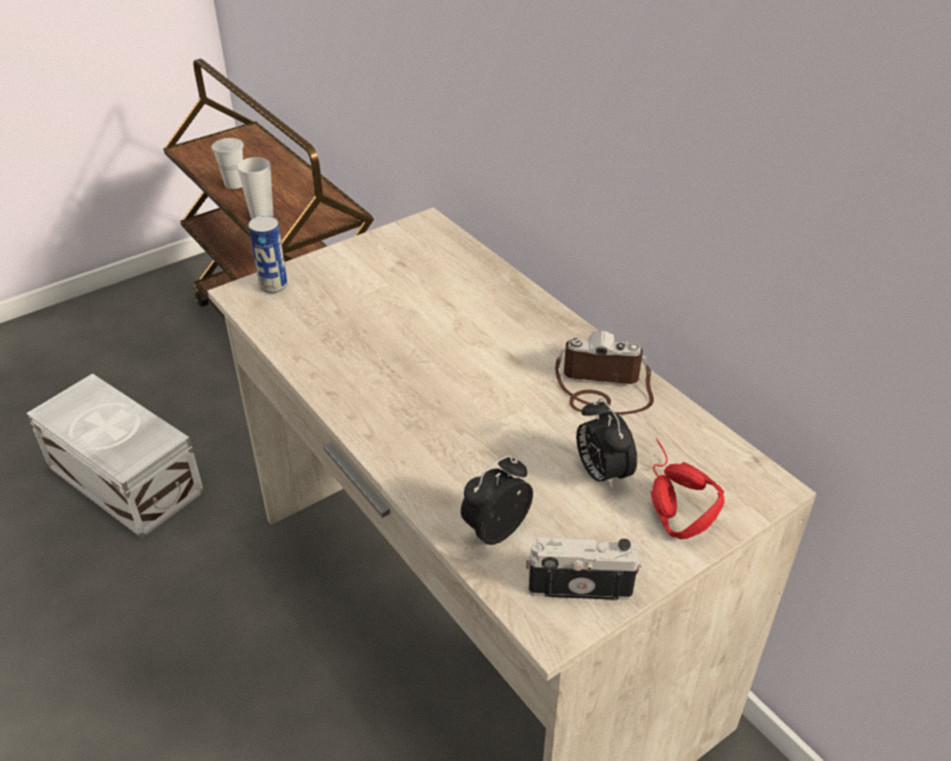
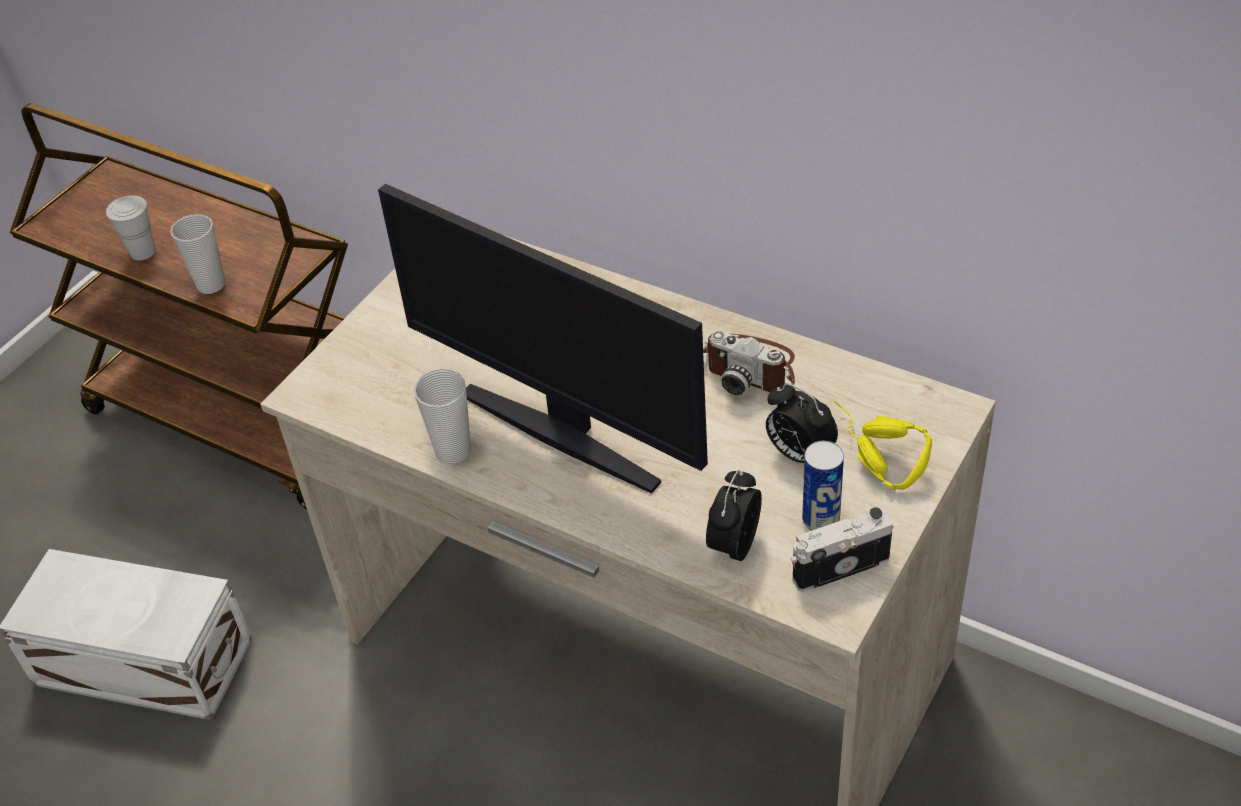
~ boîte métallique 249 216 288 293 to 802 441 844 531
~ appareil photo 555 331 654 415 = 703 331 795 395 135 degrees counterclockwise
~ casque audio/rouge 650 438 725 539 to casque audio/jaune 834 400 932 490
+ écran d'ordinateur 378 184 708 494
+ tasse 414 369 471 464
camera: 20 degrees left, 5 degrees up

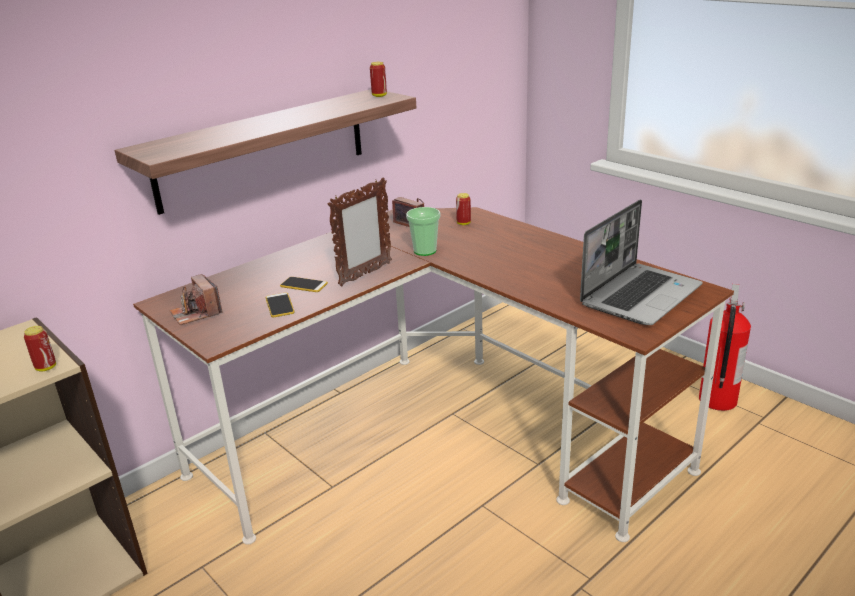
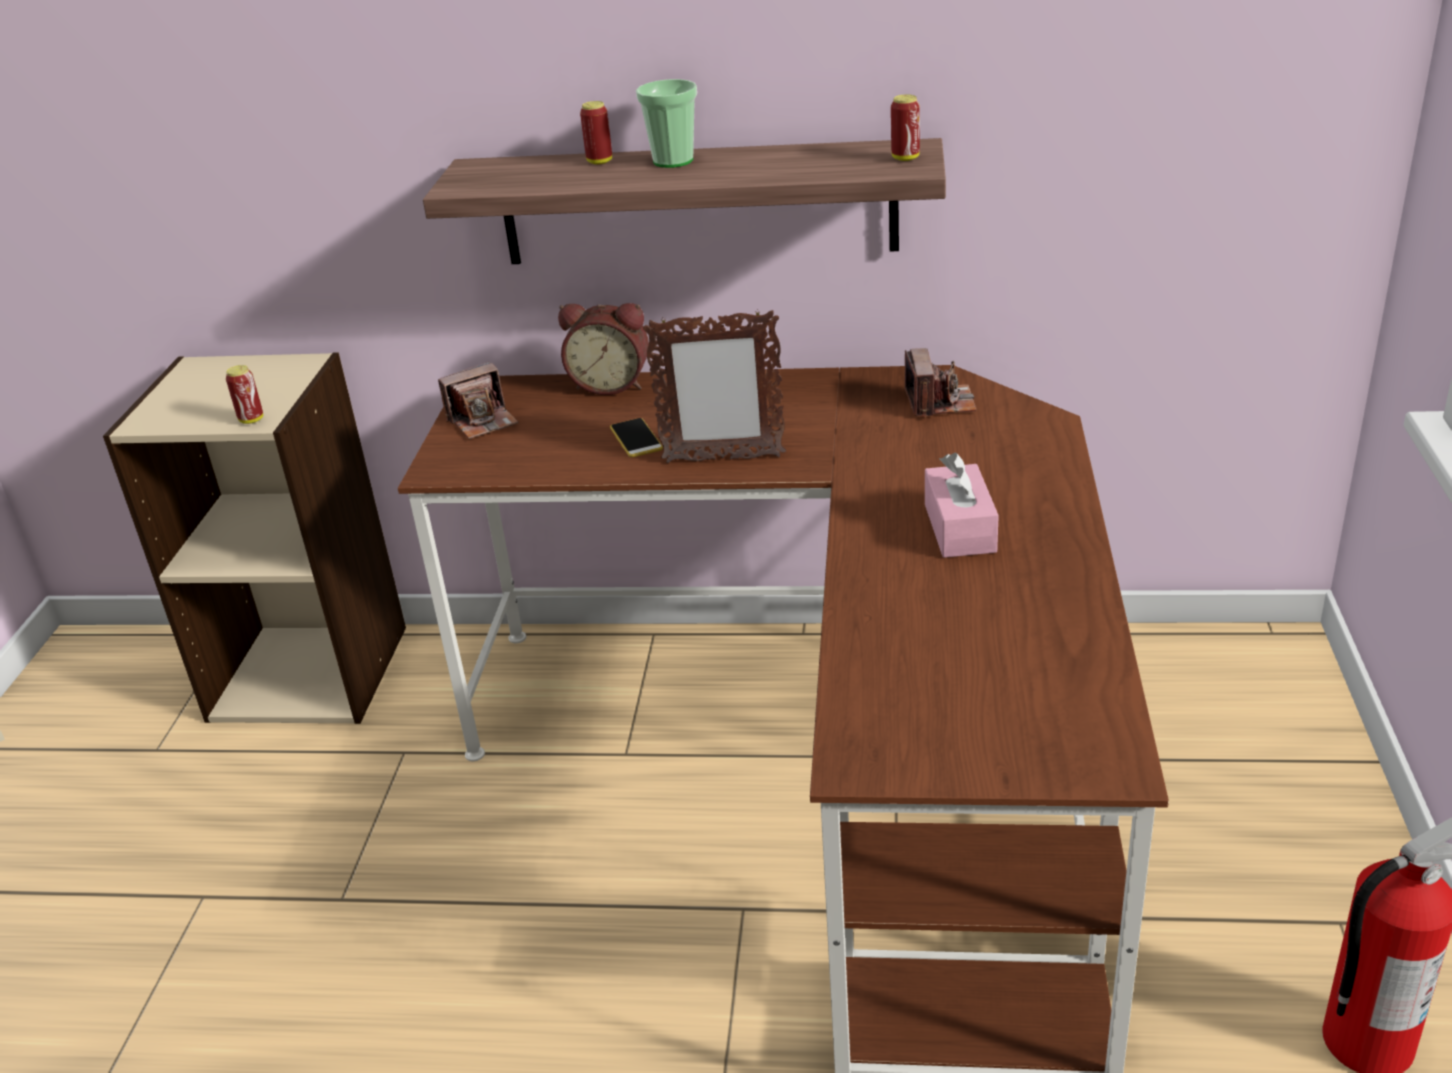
~ boîte métallique 456 193 471 225 to 580 101 612 165
- ordinateur portable 580 199 703 325
~ tasse 406 207 440 256 to 636 79 697 168
~ appareil photo 170 274 223 325 = 438 362 518 439 135 degrees counterclockwise
- téléphone 266 293 295 318
+ réveil 558 303 649 395
+ boîte à mouchoirs/rose 925 453 999 558
camera: 50 degrees right, 5 degrees up

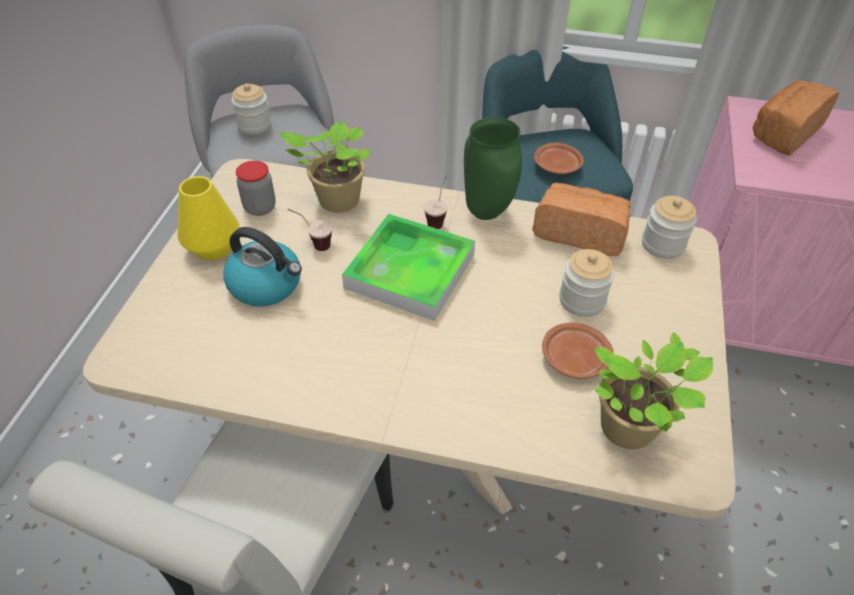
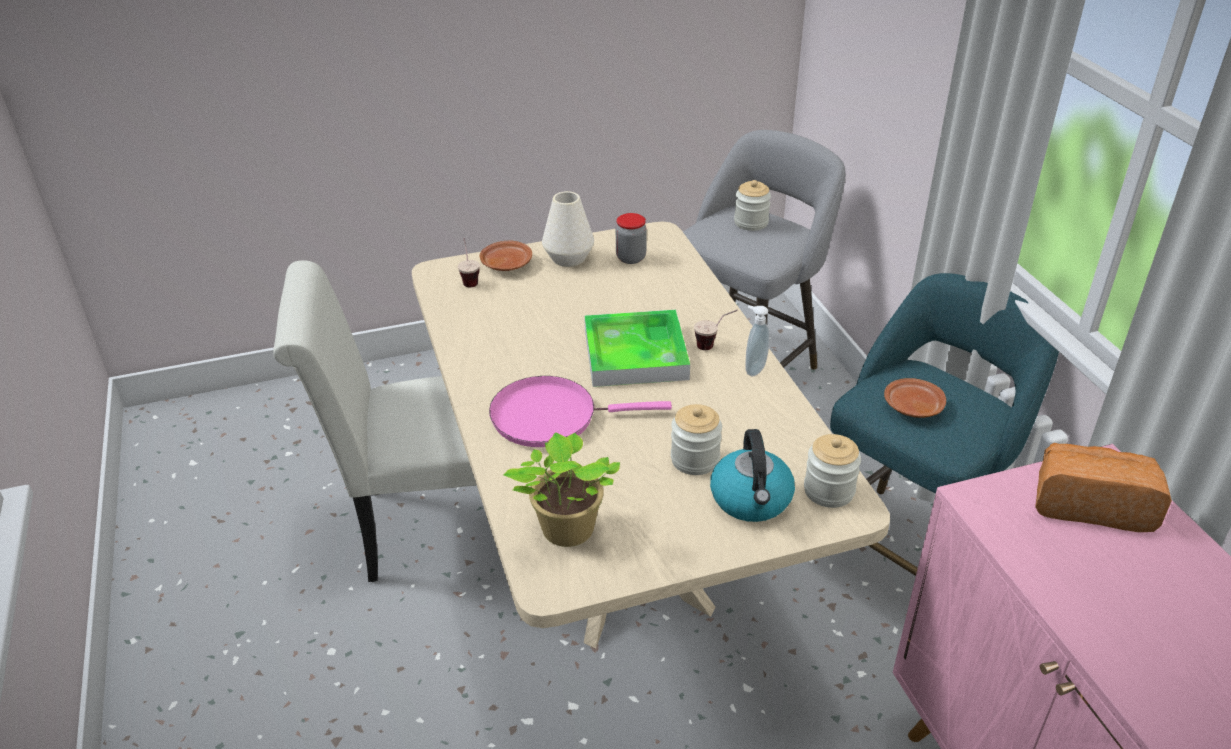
~ vase/vert 464 117 522 220 to distributeur de savon 745 305 770 376
- plante en pot 279 121 370 213
~ vase/jaune 177 176 240 261 to vase/blanc 542 191 594 267
- pain 532 182 631 256
~ tasse 288 208 332 251 to 458 238 480 287
~ bouilloire 223 227 302 307 to 710 429 795 522
~ assiette/marron 542 322 614 379 to 480 241 532 271
+ poêle/rose 489 376 672 447
camera: 60 degrees right, 10 degrees down

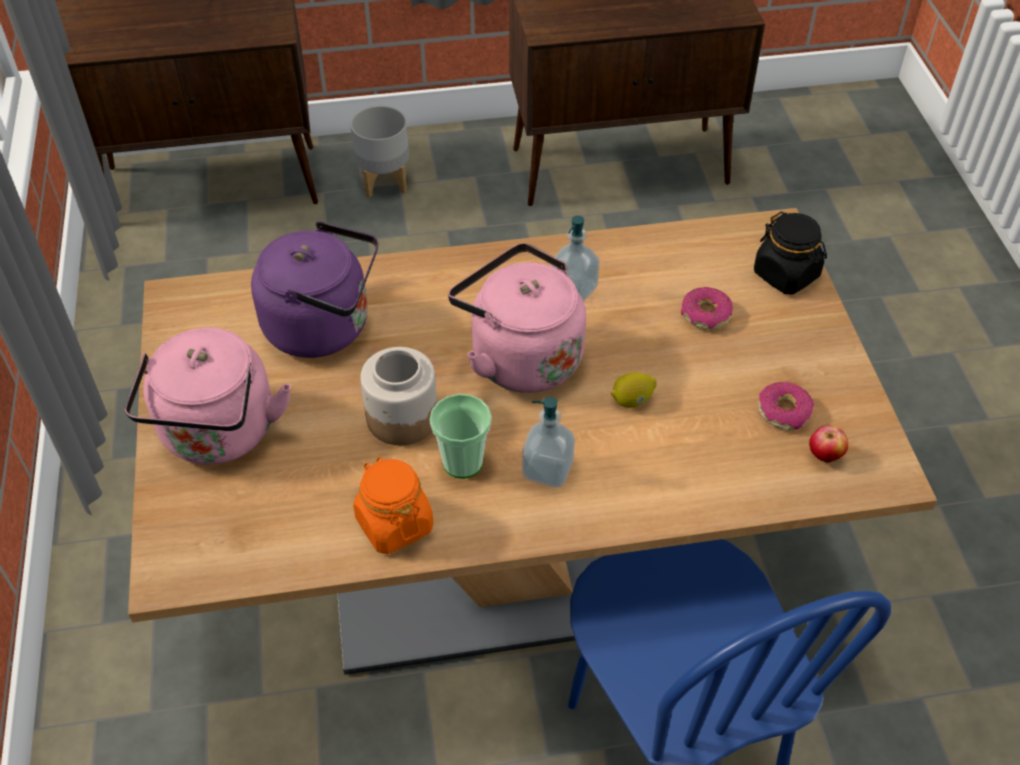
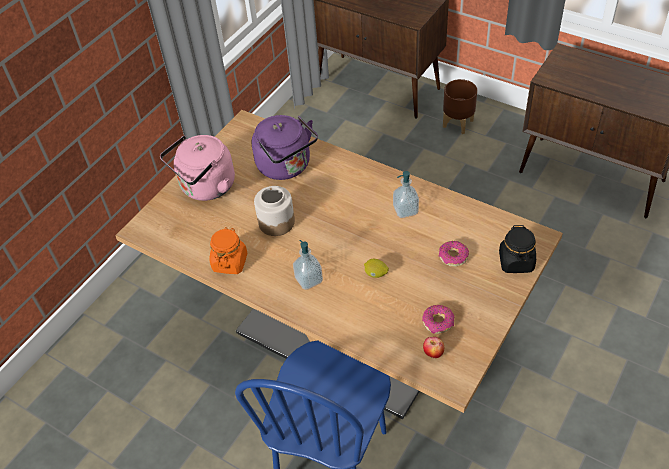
~ cache-pot/gris 350 105 409 198 to cache-pot/marron 443 79 477 134
- bouilloire/rose 448 243 586 393
- tasse 430 394 492 479
camera: 45 degrees right, 0 degrees up

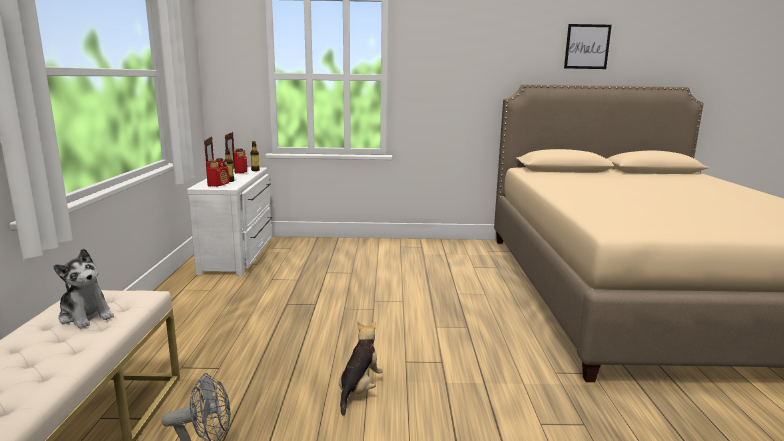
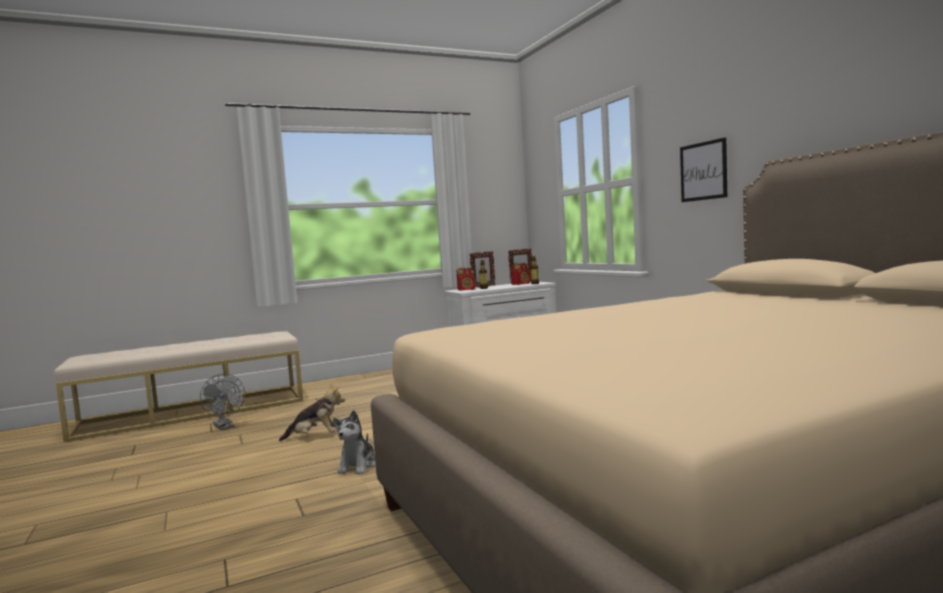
~ tableau 564 24 612 69 to 680 137 727 202
~ peluche 53 248 114 329 to 333 410 376 474
camera: 65 degrees right, 10 degrees down

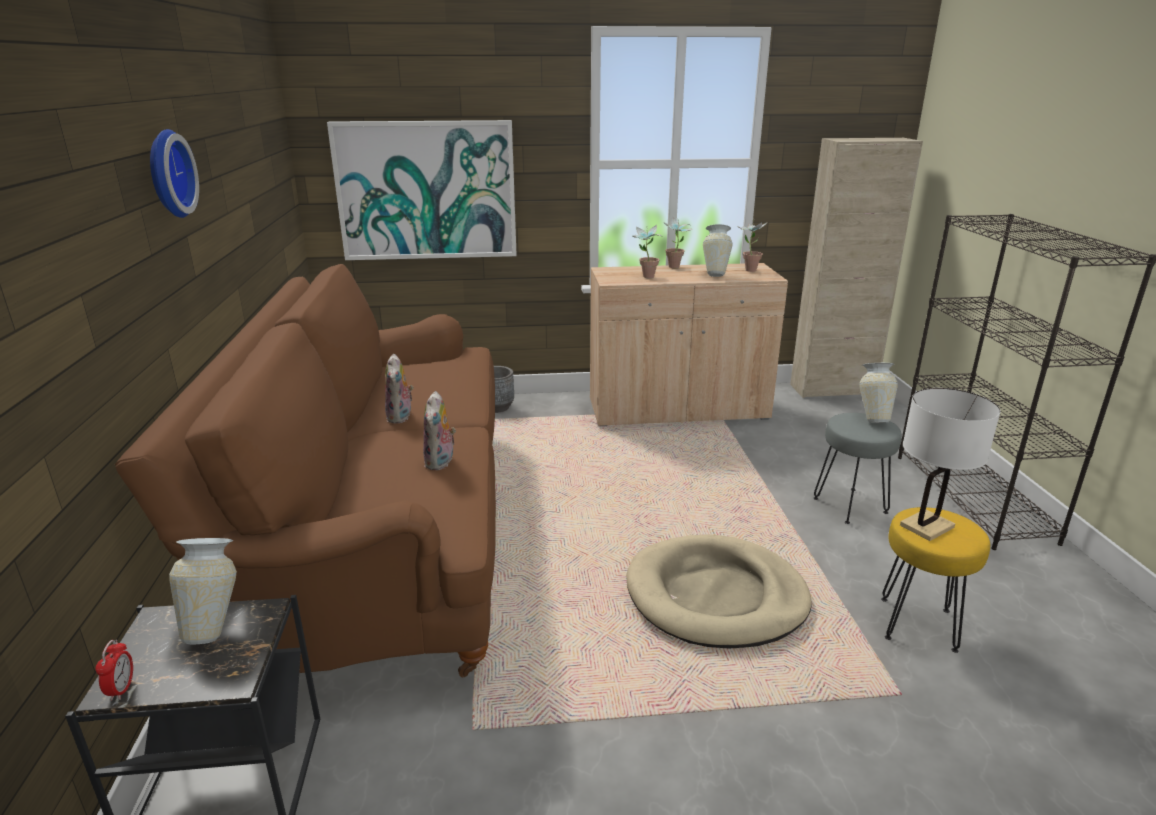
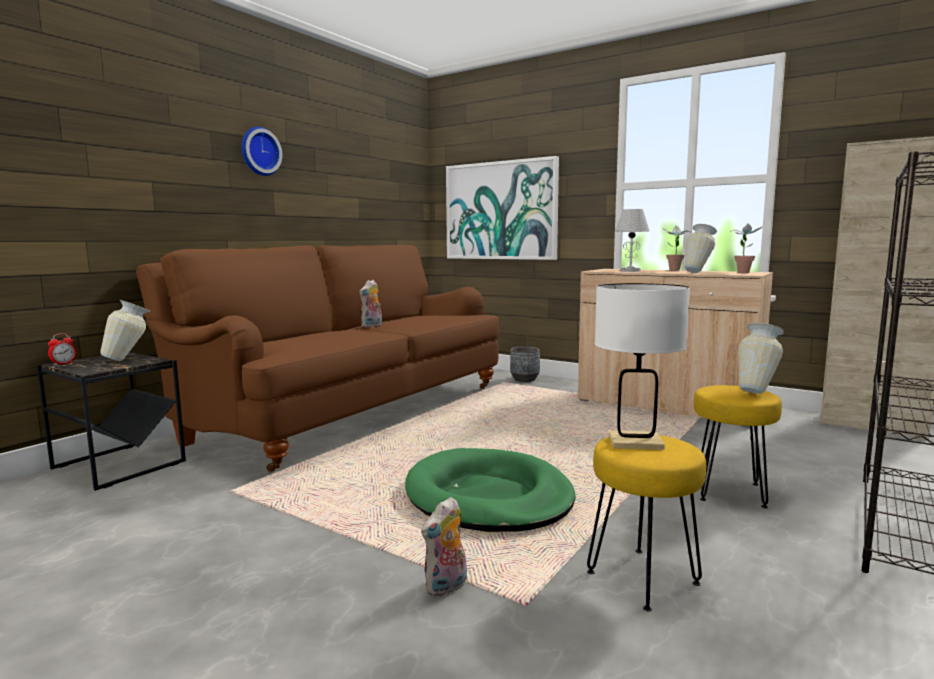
~ plante en pot 632 224 661 278 to lampe de table/blanc 615 209 650 272
~ peluche 423 391 456 470 to 421 497 467 597
~ tabouret/gris 814 413 902 524 to tabouret/jaune 694 385 782 508
~ panier pour chien/beige 626 534 812 649 to panier pour chien/vert 405 448 575 532
camera: 40 degrees right, 15 degrees down

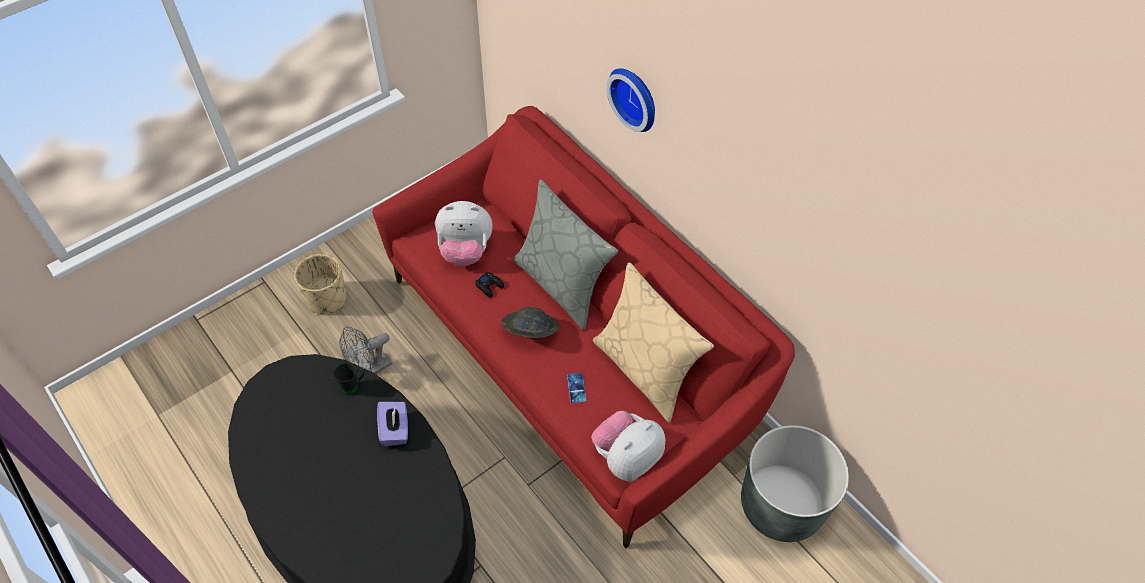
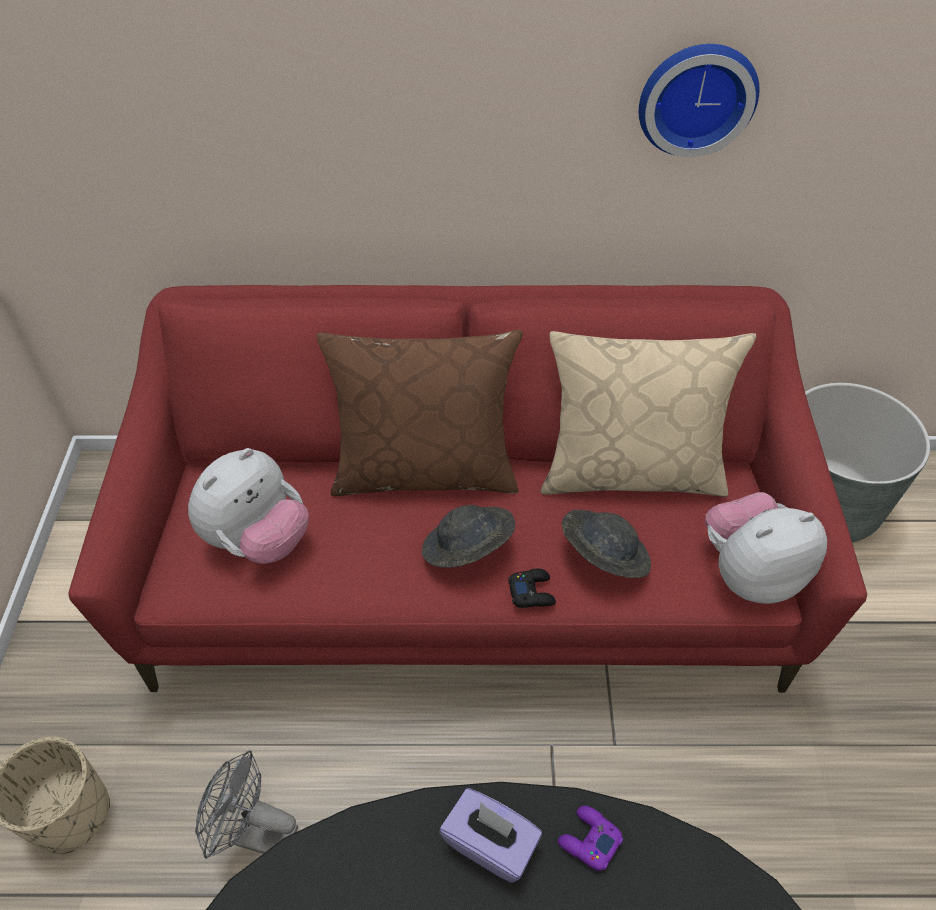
~ horloge murale 606 68 655 132 to 639 44 760 157
~ coussin/gris 513 179 618 330 to coussin/marron 316 330 523 496
~ manette/noir 475 272 504 298 to 508 569 556 608
~ ventilateur/gris 339 326 392 374 = 195 750 298 859 105 degrees clockwise
- mug/noir 334 363 365 395
~ téléphone 567 373 586 403 to chapeau/gris 562 510 651 578
~ peluche 591 411 665 482 = 705 492 827 604 75 degrees clockwise
+ manette/violet 558 806 623 871
camera: 50 degrees left, 5 degrees down

